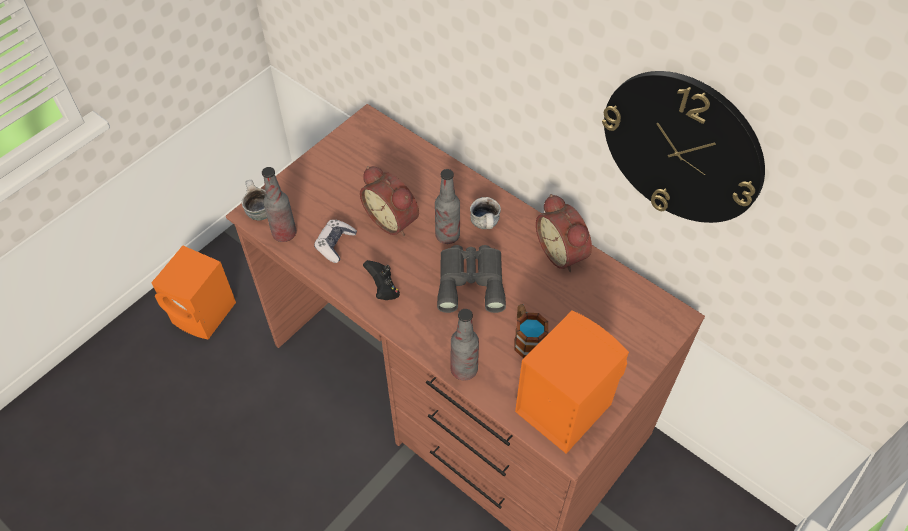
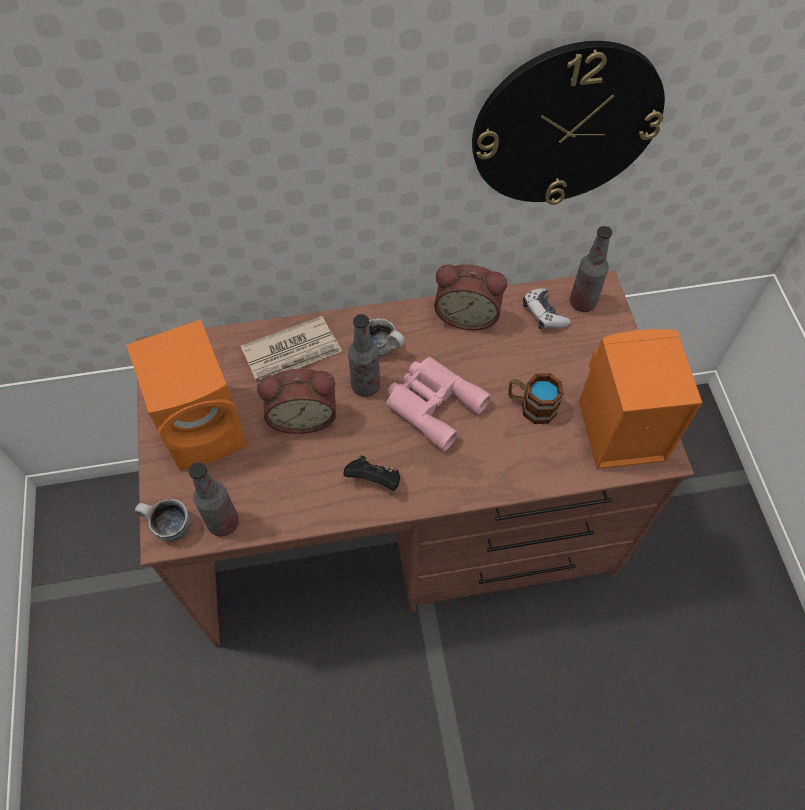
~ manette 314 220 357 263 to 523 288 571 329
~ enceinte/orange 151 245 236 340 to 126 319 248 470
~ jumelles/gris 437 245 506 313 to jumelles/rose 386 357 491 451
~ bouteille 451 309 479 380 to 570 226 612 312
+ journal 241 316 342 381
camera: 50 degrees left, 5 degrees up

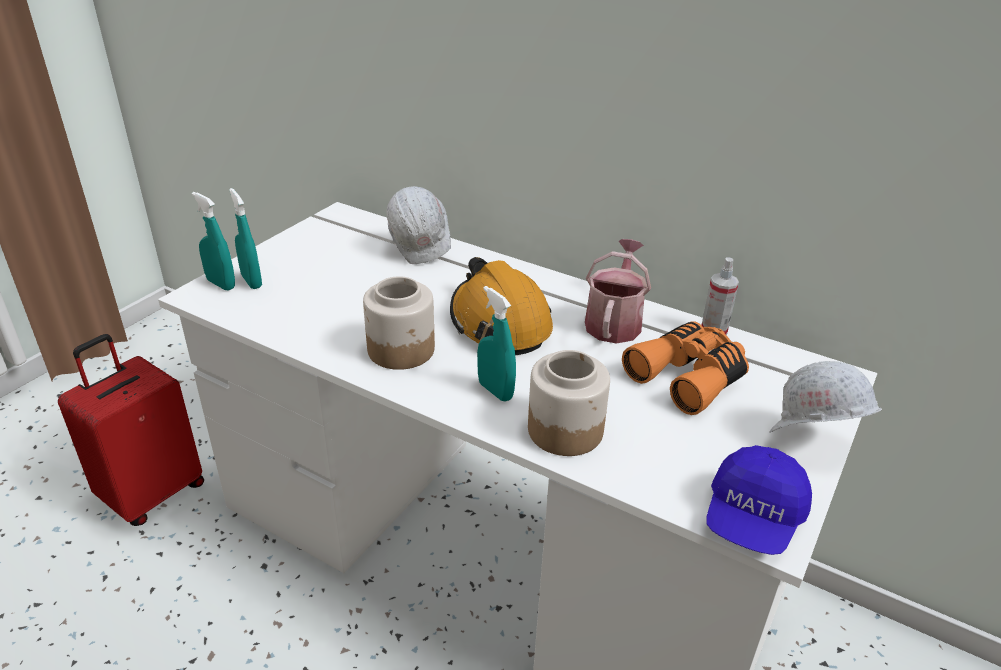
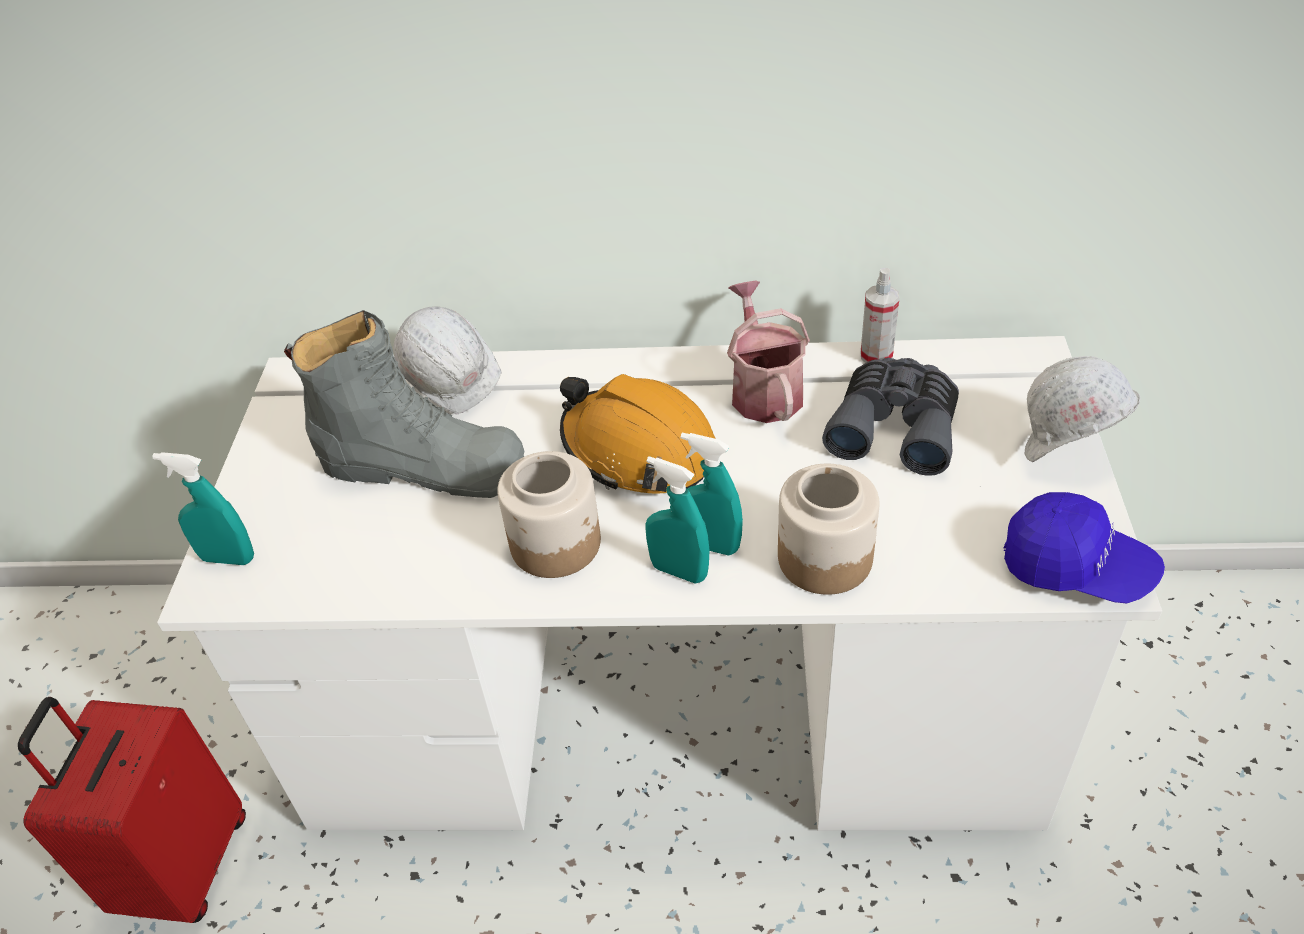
~ vaporisateur/turquoise 229 188 262 289 to 645 456 710 584
~ jumelles/orange 622 321 749 415 to jumelles/gris 822 358 959 476
~ casquette/bleu 706 445 812 555 = 1004 492 1165 603 60 degrees counterclockwise
+ botte/gris 284 310 524 498
camera: 25 degrees left, 10 degrees up

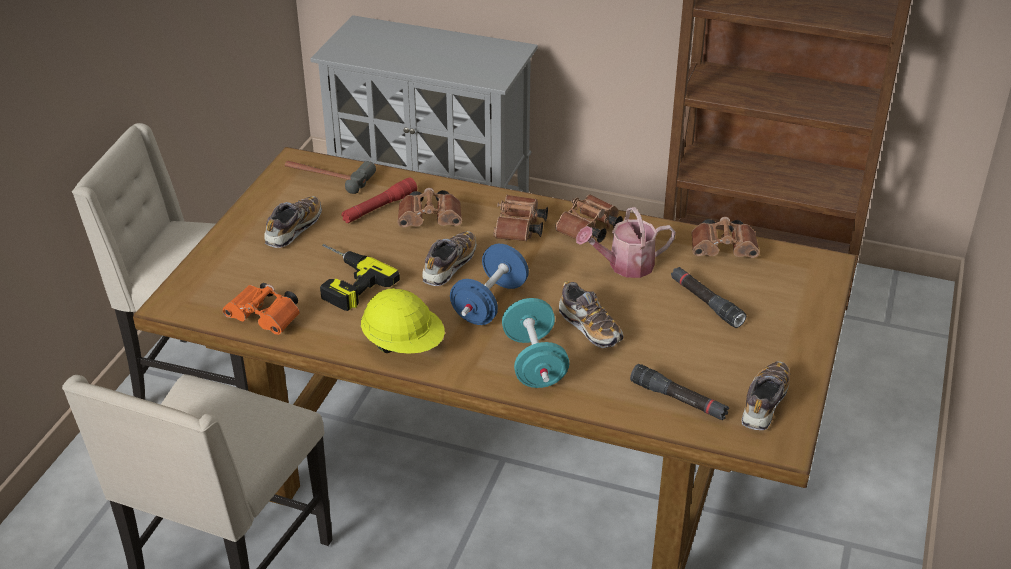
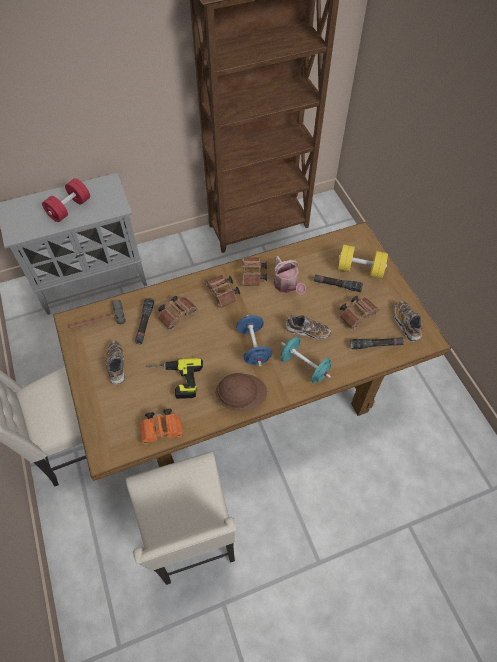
~ lampe de poche/rouge 341 177 417 223 to lampe de poche/noir 135 298 154 344
~ arrosoir 576 207 676 278 = 274 256 306 295 60 degrees counterclockwise
~ jumelles/marron 692 217 760 258 to 340 296 379 329
- chaussure 422 231 477 286
~ casque de chantier/jaune 361 288 445 354 to casque de chantier/marron 215 373 267 411
+ haltère/rouge 42 178 90 222
+ haltère/jaune 338 245 388 279
camera: 40 degrees left, 20 degrees up

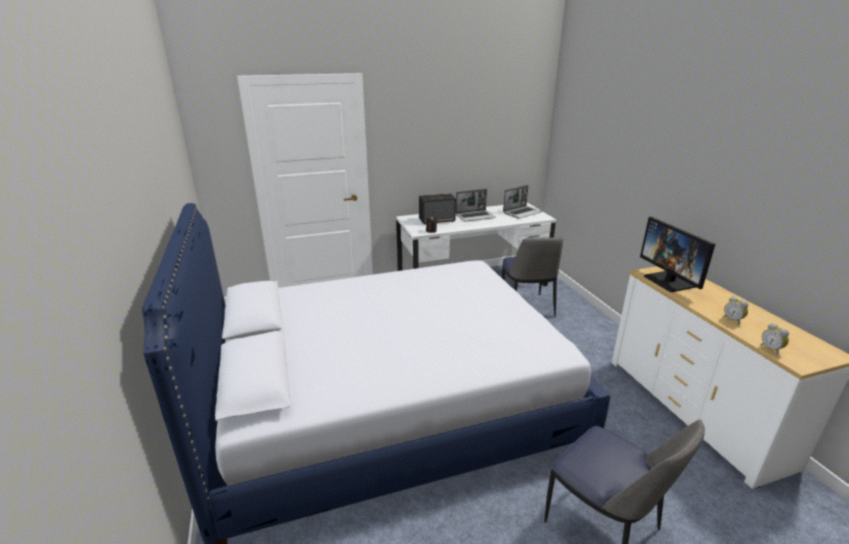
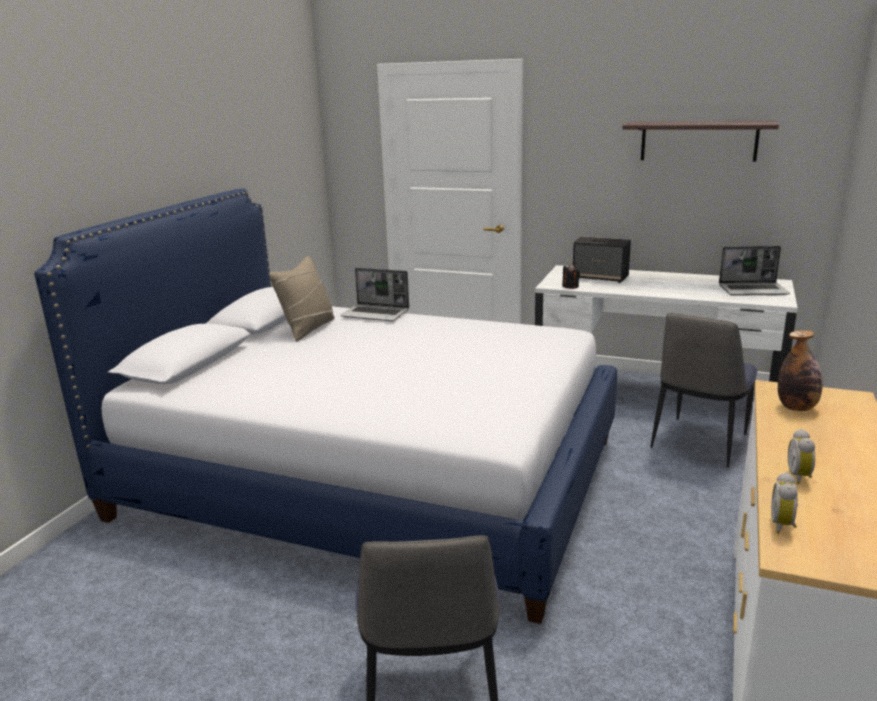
~ ordinateur portable 456 189 496 222 to 340 268 409 321
~ écran d'ordinateur 640 217 715 292 to bouteille 778 330 823 411
+ étagère 622 121 779 162
+ coussin/beige 269 256 335 341
camera: 40 degrees right, 5 degrees down

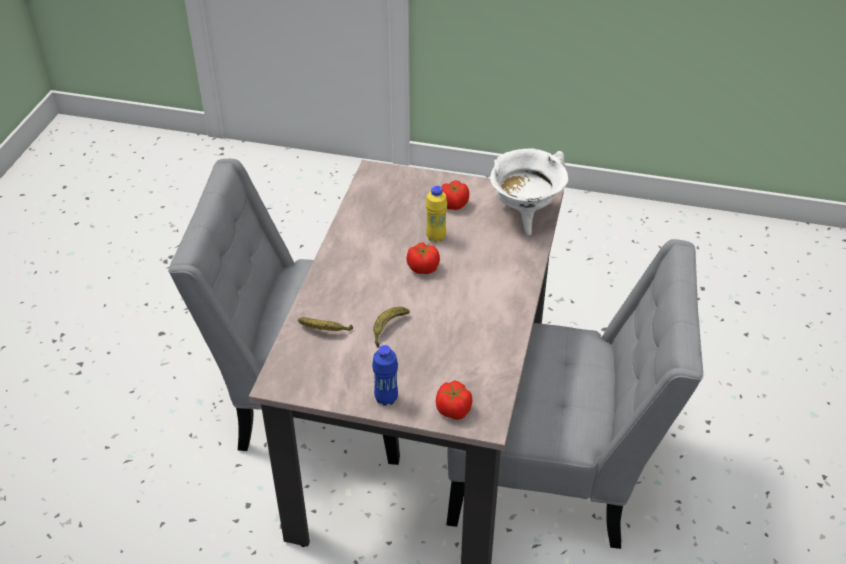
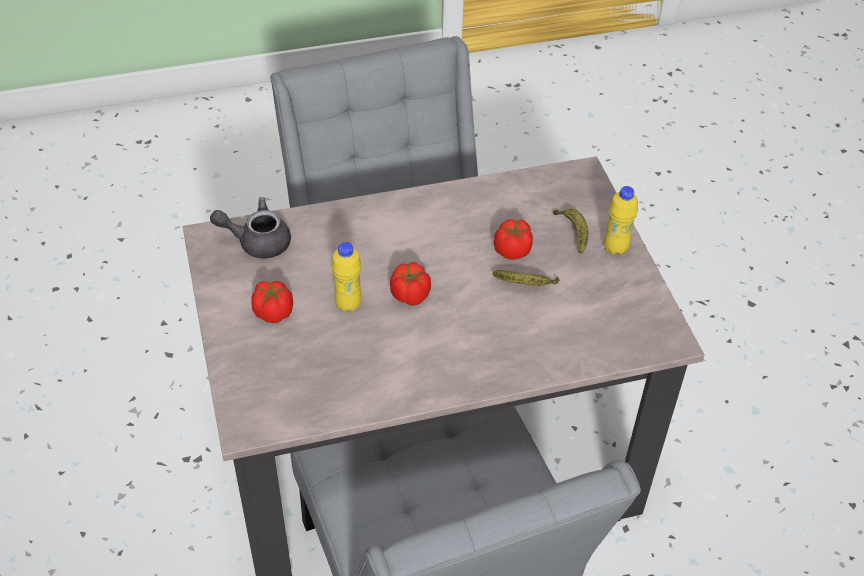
~ marmite/blanc 490 148 568 236 to théière/gris 210 197 291 259
~ banane 298 317 353 331 to 553 208 588 254
~ bouteille/bleu 372 345 398 406 to bouteille/jaune 604 186 638 255
~ tomate 436 380 472 420 to 494 219 533 260
camera: 120 degrees left, 5 degrees up

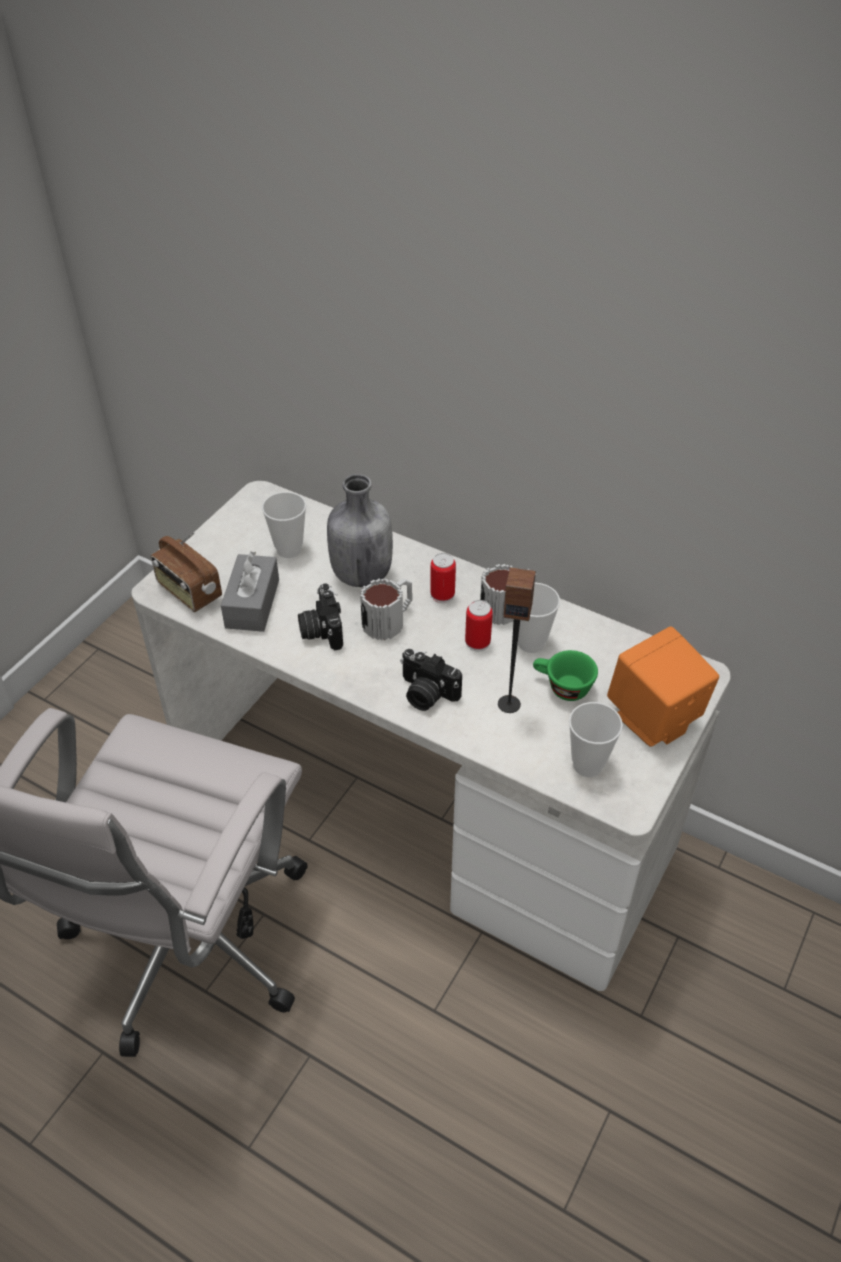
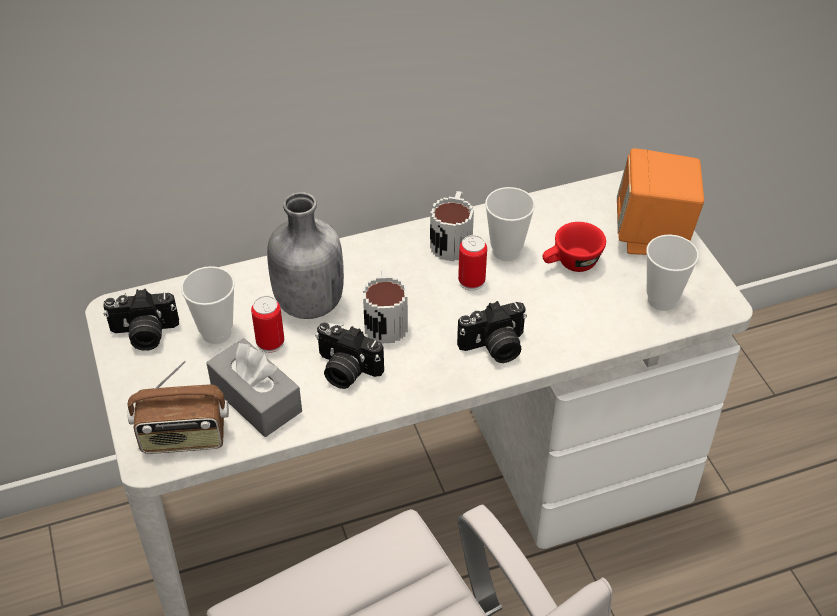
~ boîte métallique 430 553 456 603 to 251 296 284 353
- enceinte 498 567 536 713
~ tasse/vert 533 650 598 701 to tasse/rouge 542 222 606 272
+ appareil photo 103 289 179 351
camera: 50 degrees left, 0 degrees up

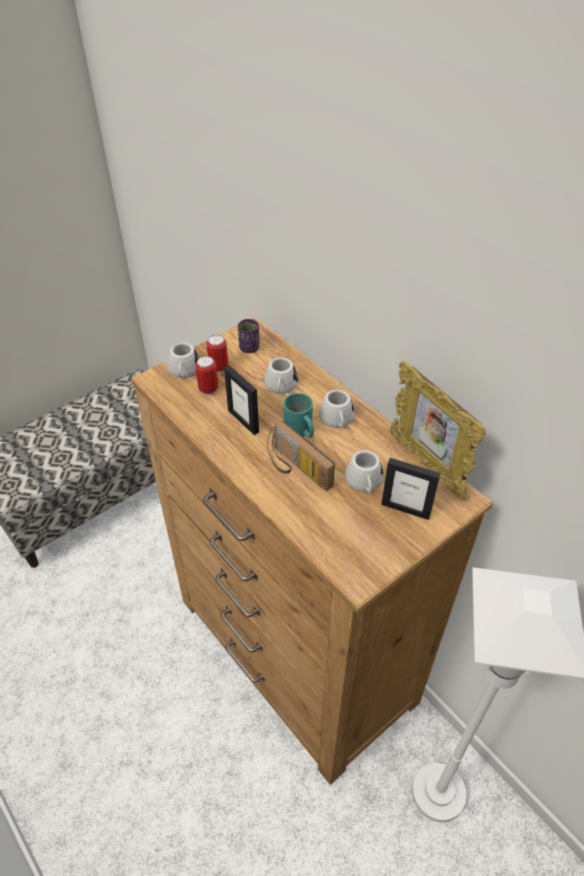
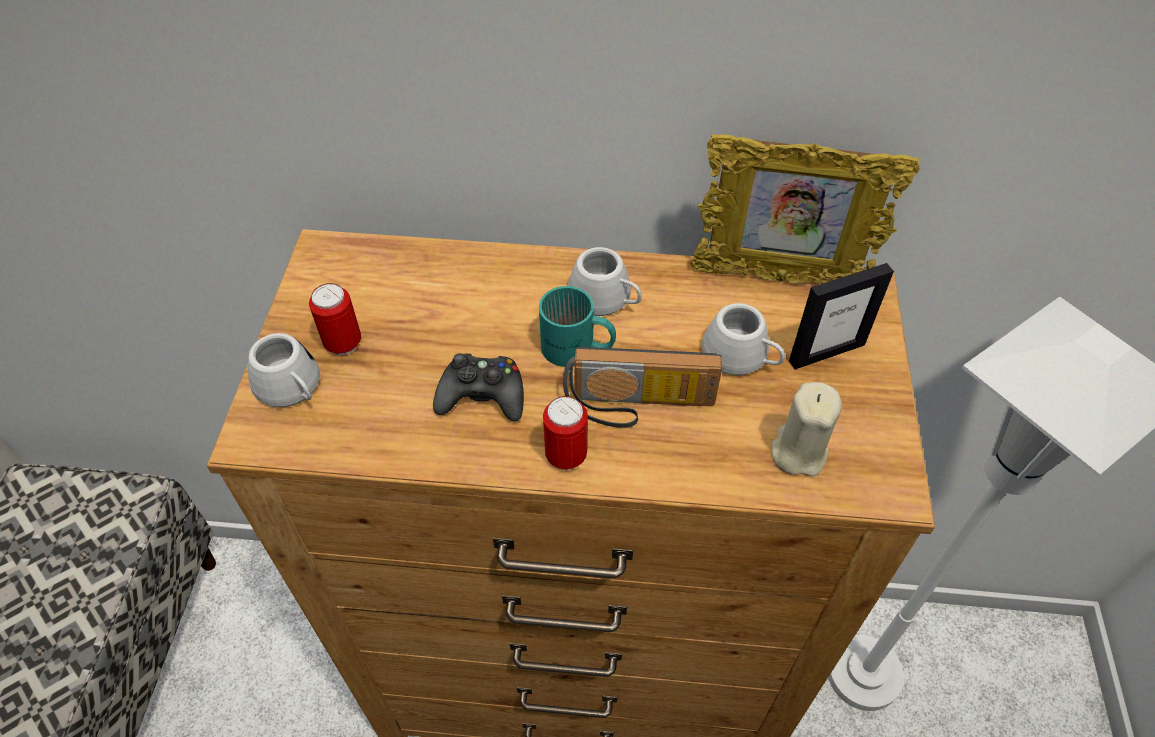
- tasse/violet 238 319 259 353
~ boîte métallique 195 356 218 395 to 543 396 588 470
- mug/blanc 264 357 298 394
~ cadre photo 224 365 259 435 to manette/noir 433 353 524 421
+ bougie/beige 771 382 842 476
camera: 45 degrees left, 5 degrees up

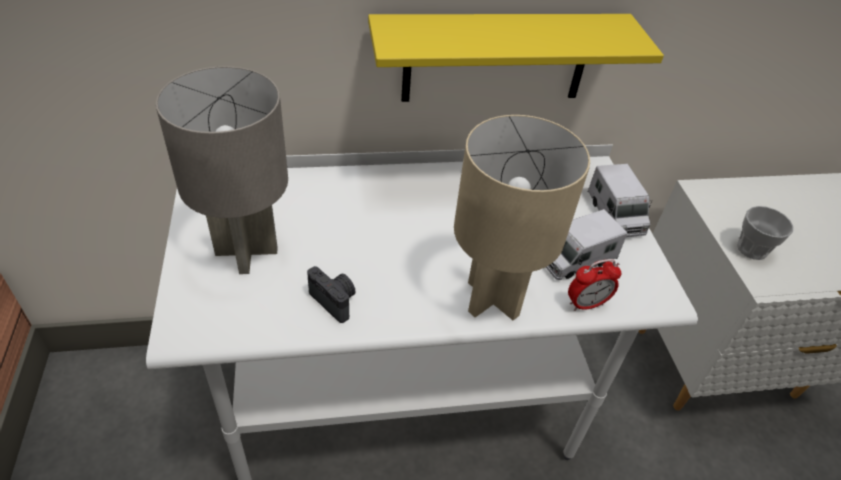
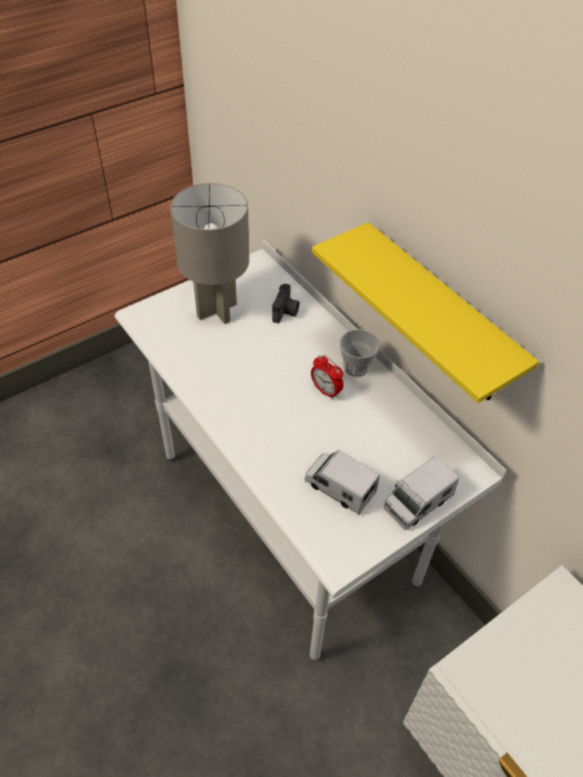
- lampe de table/beige 454 115 590 320
~ tasse 737 206 794 260 to 340 329 380 377
~ réveil 568 259 622 311 to 311 355 344 399
~ appareil photo 307 266 356 323 to 272 284 300 323
camera: 65 degrees right, 5 degrees up

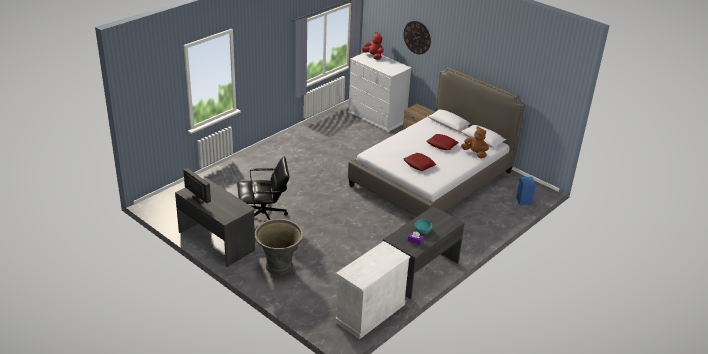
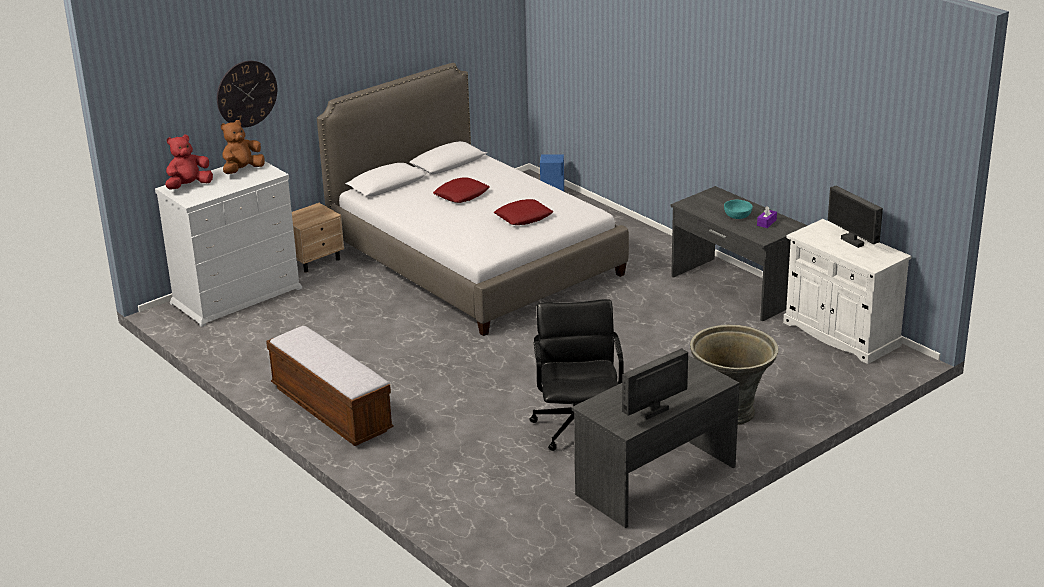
~ peluche/marron 461 126 489 158 to 221 120 265 174
+ écran d'ordinateur 828 185 883 248
+ banc 266 326 394 446
camera: 80 degrees left, 5 degrees down

